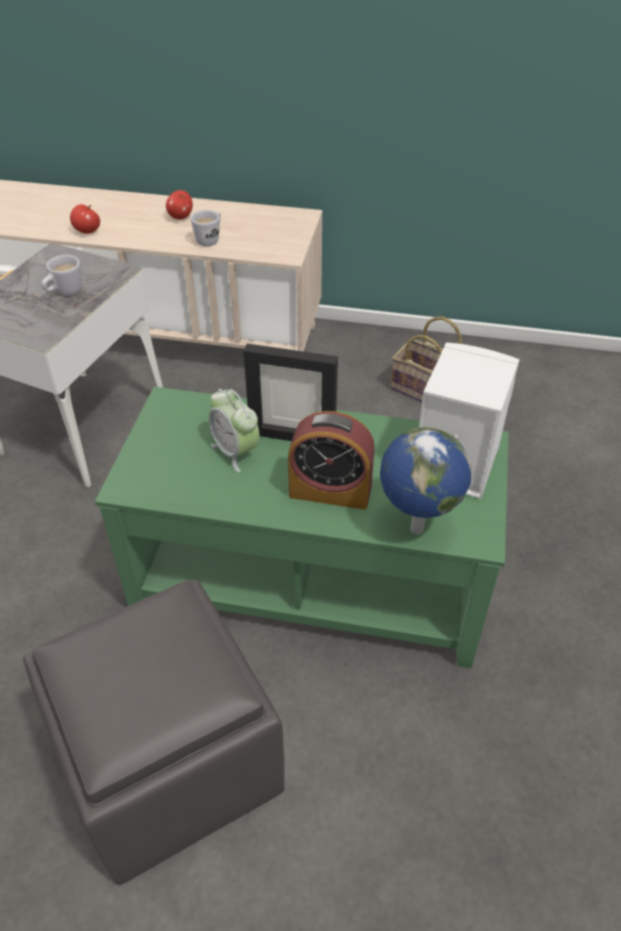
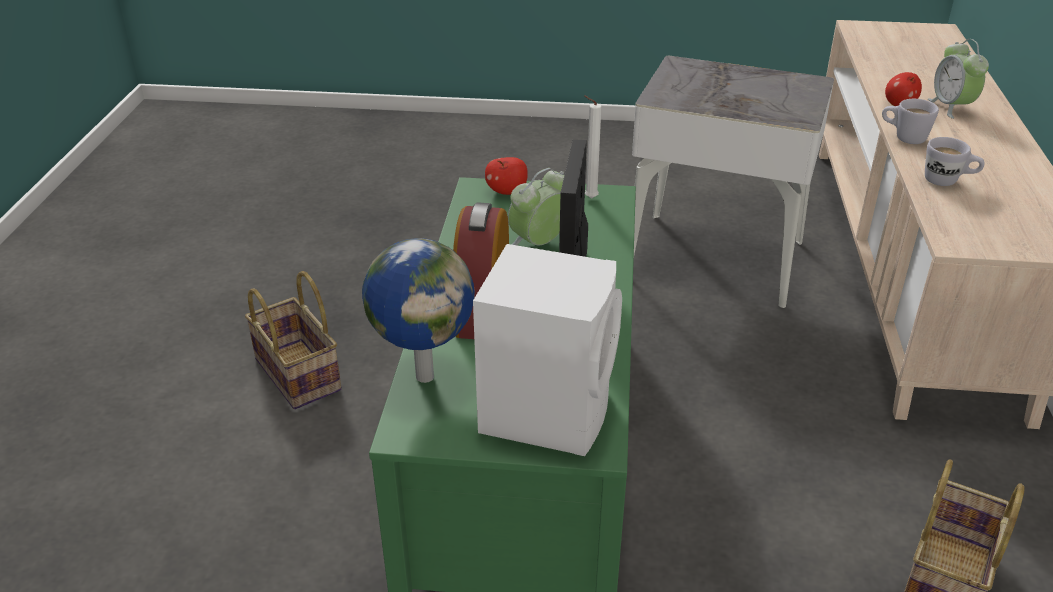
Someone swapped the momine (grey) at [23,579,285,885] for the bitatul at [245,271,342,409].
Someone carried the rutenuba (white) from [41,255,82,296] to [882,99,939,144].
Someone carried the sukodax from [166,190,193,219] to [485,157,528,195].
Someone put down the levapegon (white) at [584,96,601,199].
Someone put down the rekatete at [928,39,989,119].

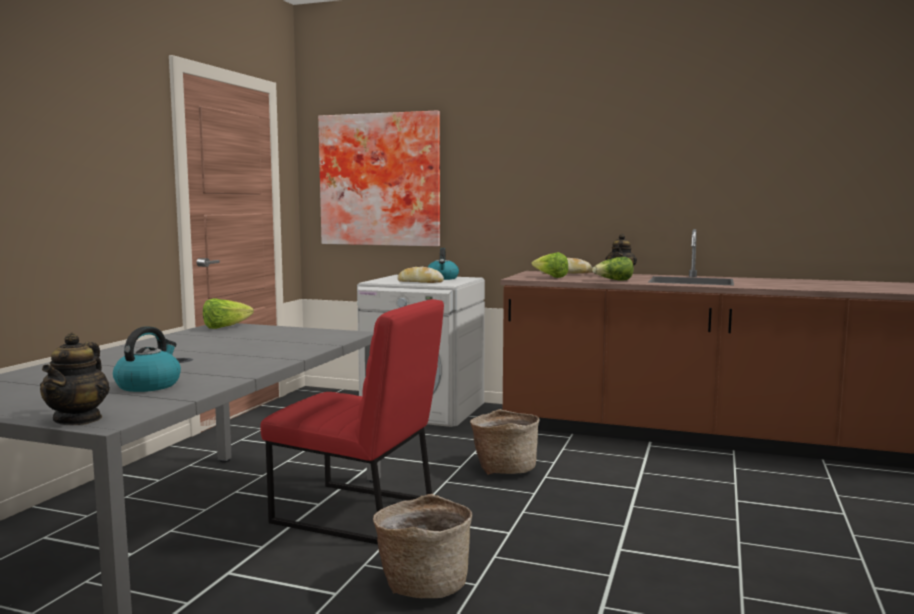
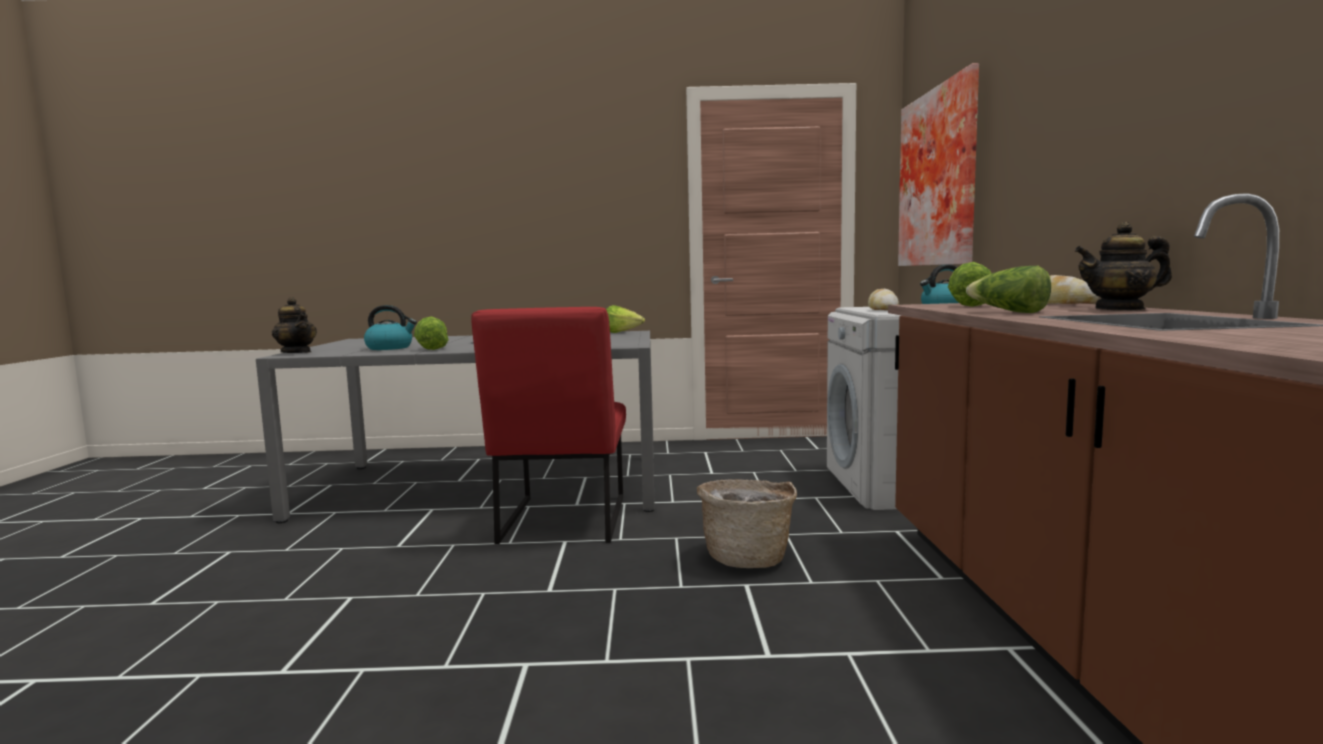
Someone rotated the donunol at [40,332,110,425] by 120 degrees counterclockwise.
Someone took away the bitatul at [373,494,472,598].
Someone put down the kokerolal at [414,316,449,350].

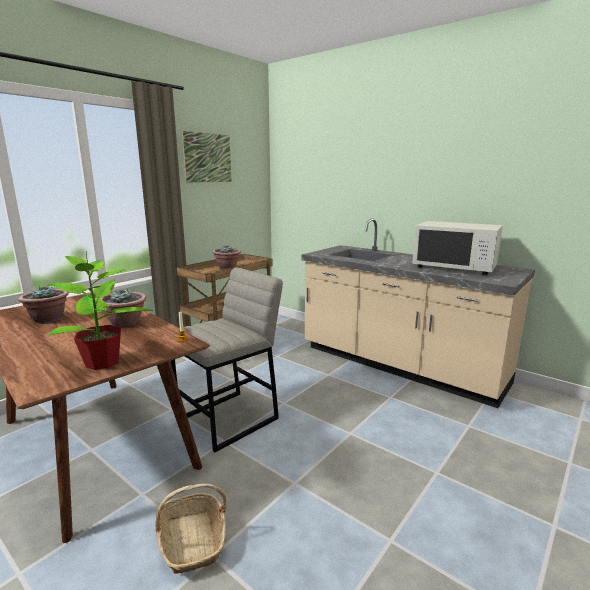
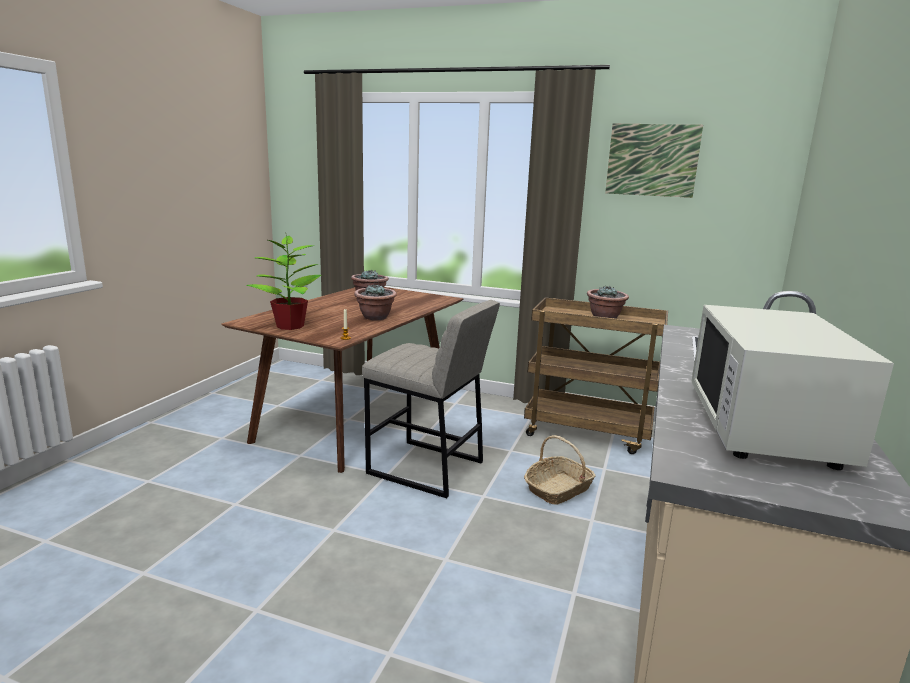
Someone carried the bitatul from [155,484,227,574] to [524,435,596,505].

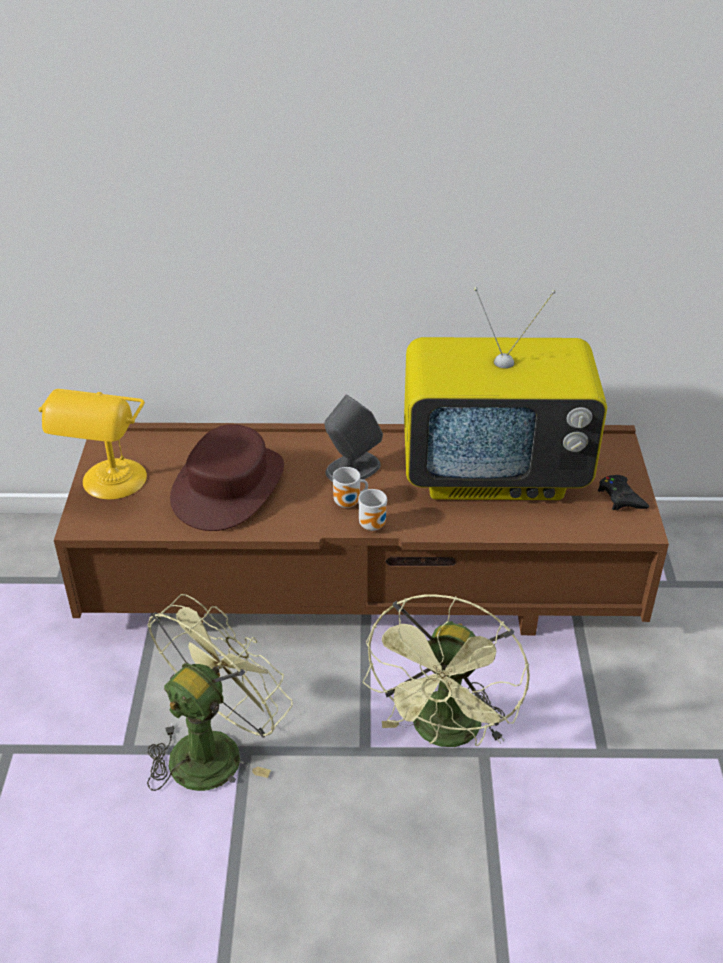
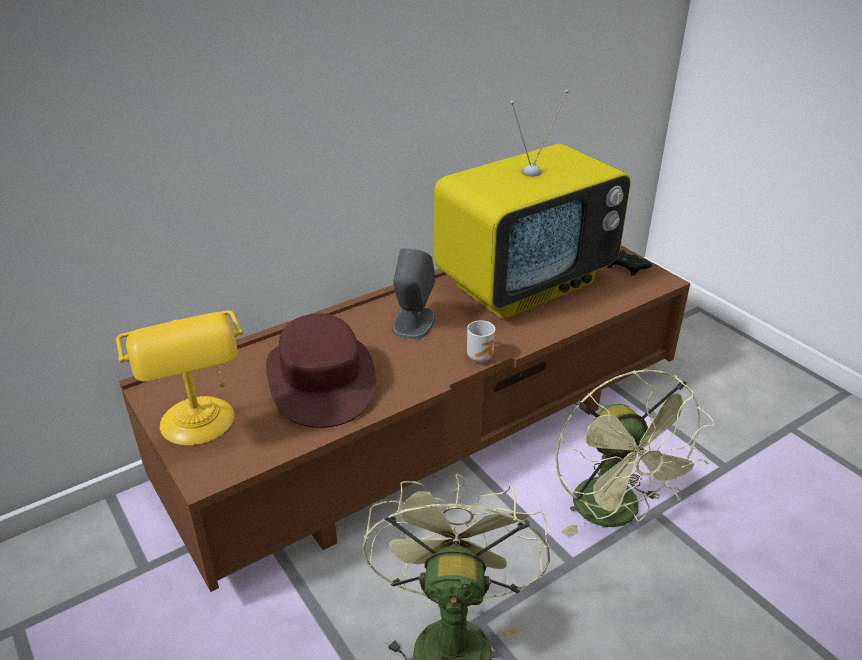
Someone took away the rutenuba at [333,467,368,508].

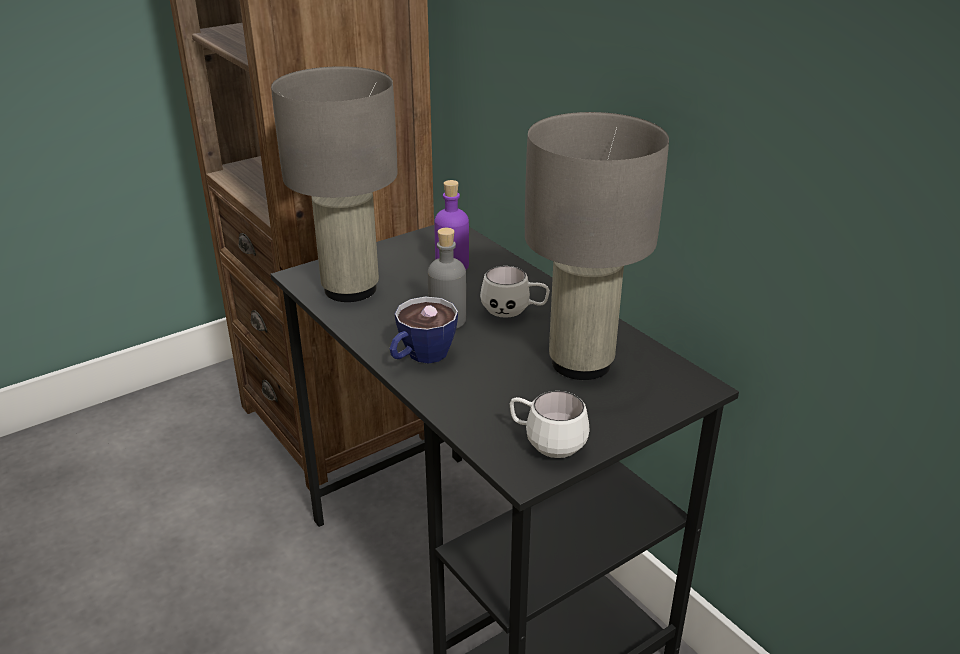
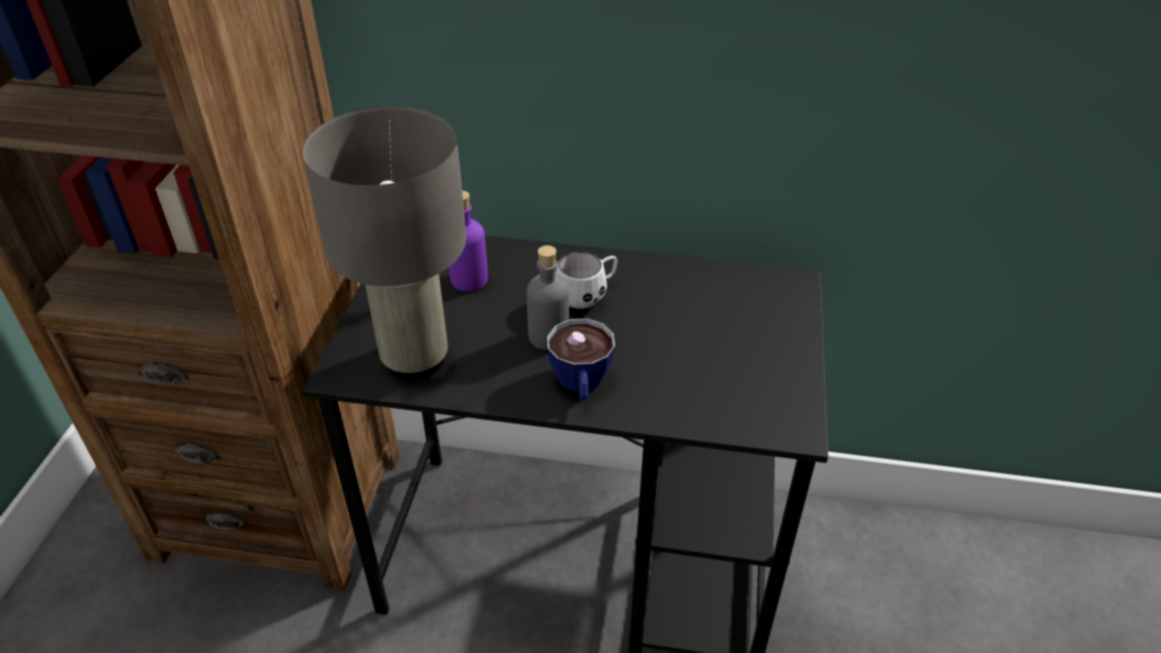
Someone took away the rutenuba (white) at [509,391,590,458].
Someone took away the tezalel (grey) at [525,112,669,380].

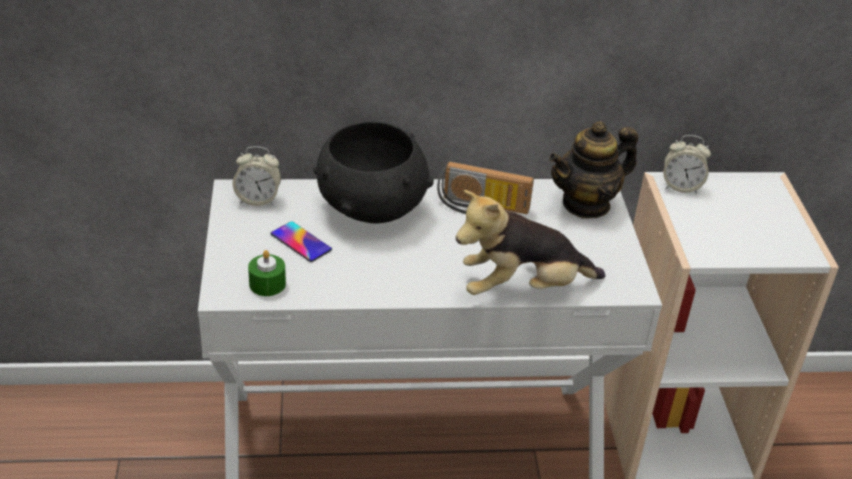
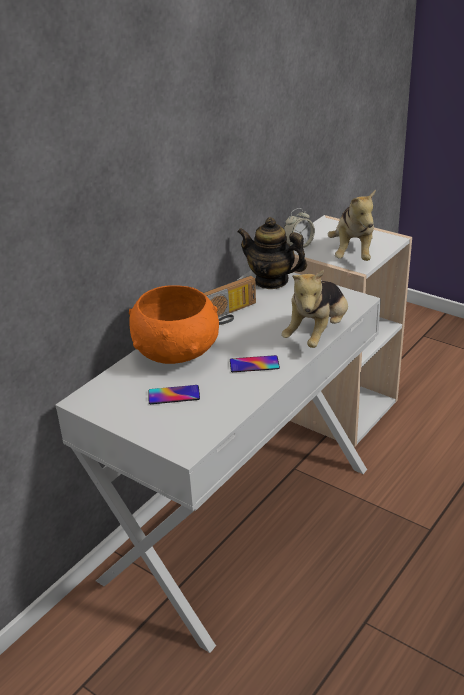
Someone took away the rekatete at [232,146,281,206].
Someone took away the levapegon (green) at [248,250,286,296].
Someone repainted the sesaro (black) at [313,121,434,224], which became the sesaro (orange) at [129,285,219,364].
Someone rotated the donunol at [549,121,638,219] by 105 degrees clockwise.
Someone put down the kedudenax at [230,355,280,372].
Someone put down the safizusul at [328,189,376,261].

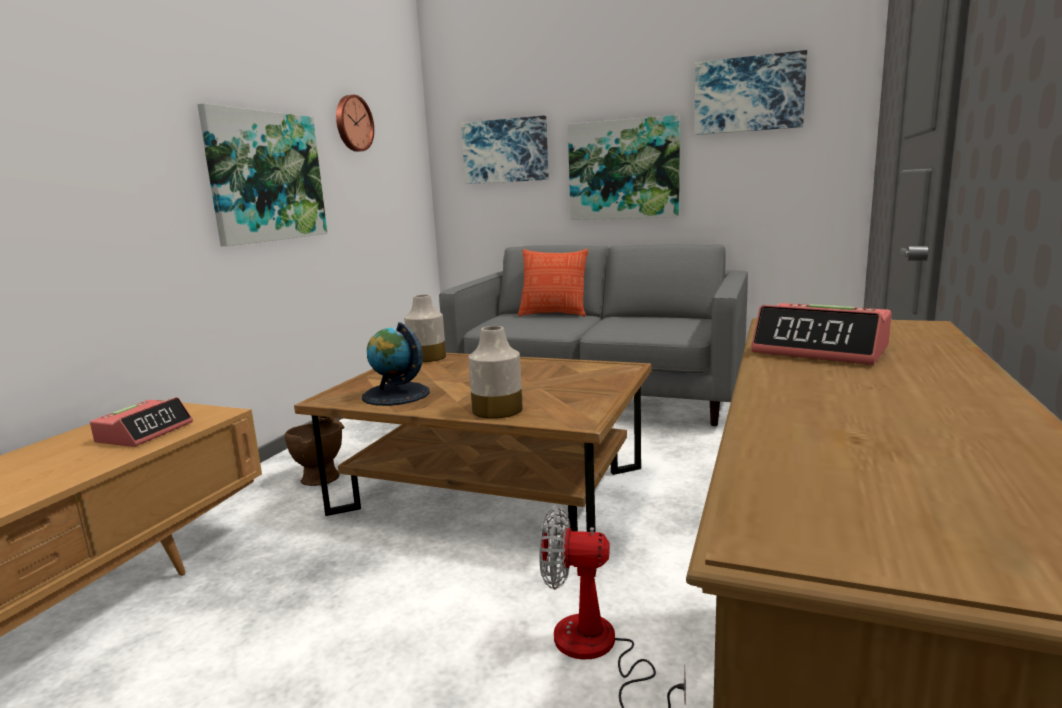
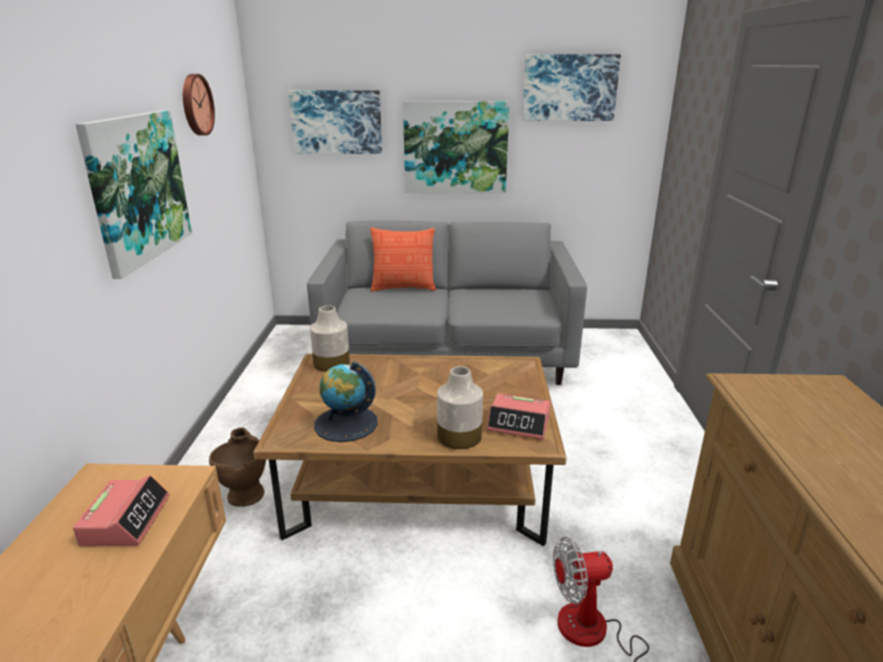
Someone carried the rekatete from [751,303,892,365] to [487,393,550,440].

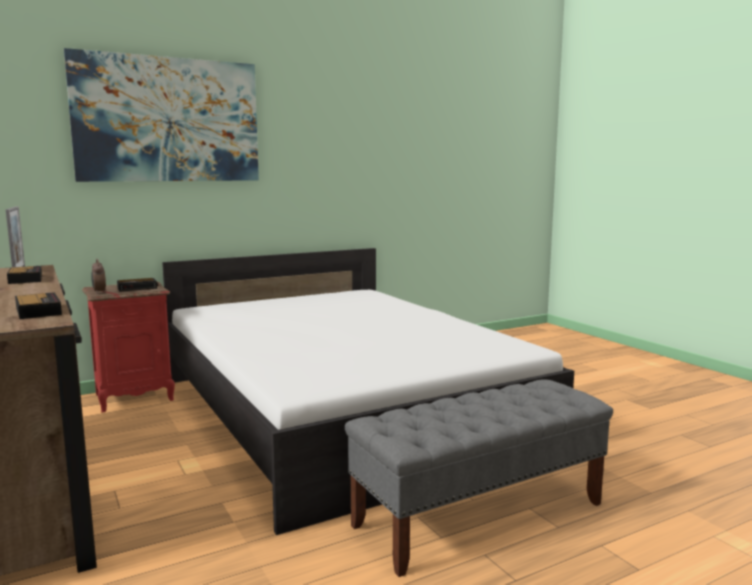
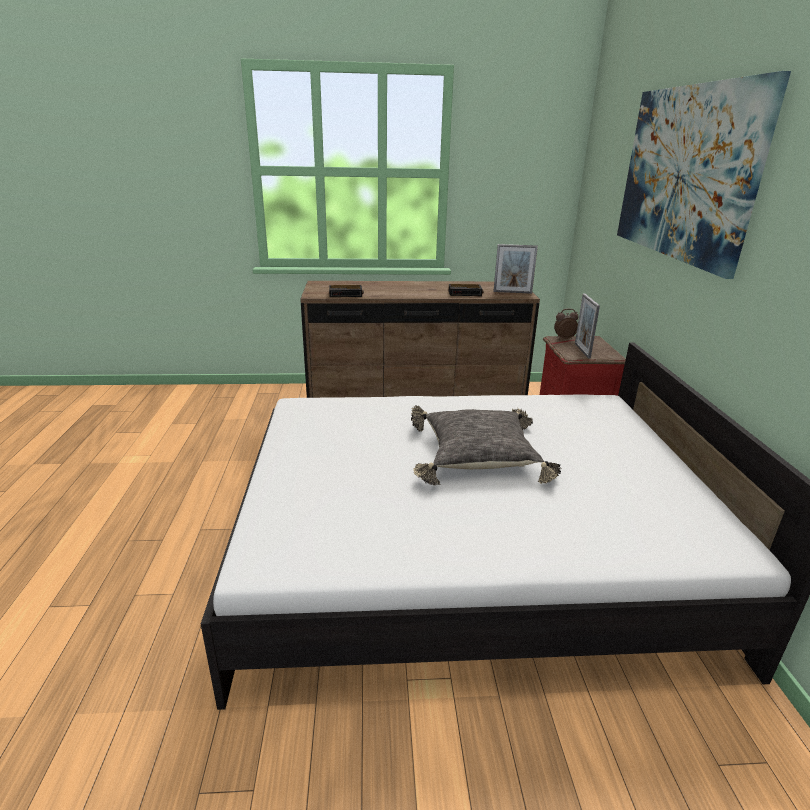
Someone swapped the rekatete at [117,278,158,292] for the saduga at [575,294,600,359].
Someone took away the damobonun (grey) at [345,379,613,577].
Someone put down the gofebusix at [411,405,561,485].

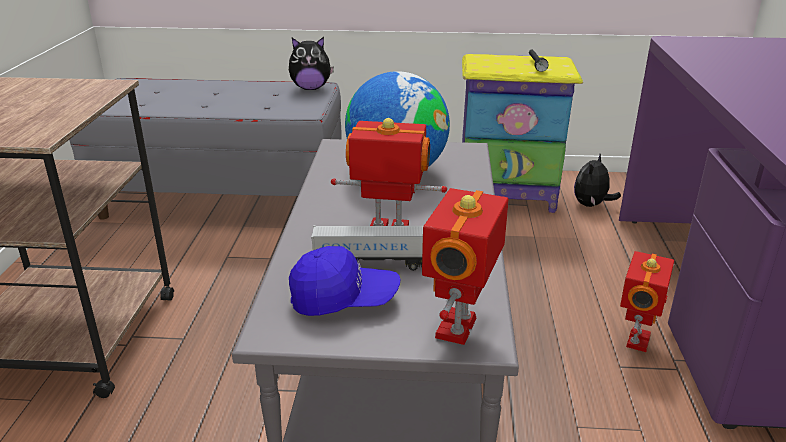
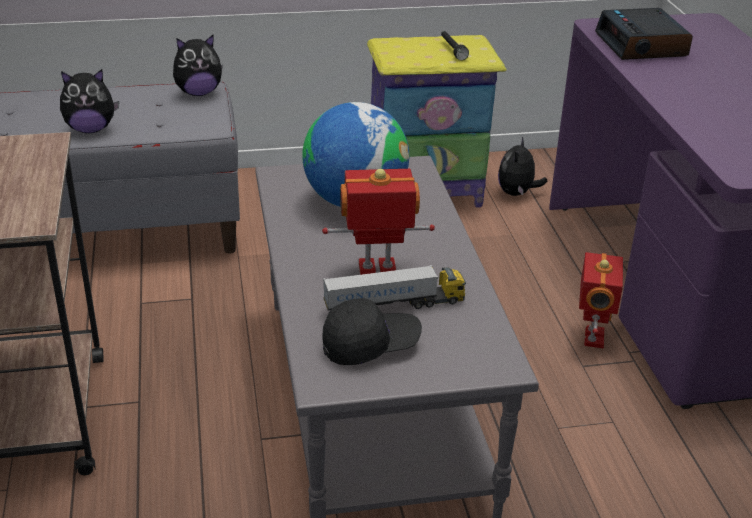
Someone repainted the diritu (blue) at [289,246,400,316], which became the diritu (black) at [322,298,422,365].
Someone took away the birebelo at [422,188,509,345].
Someone put down the safizusul at [60,69,119,133].
Someone put down the rekatete at [595,8,693,60].

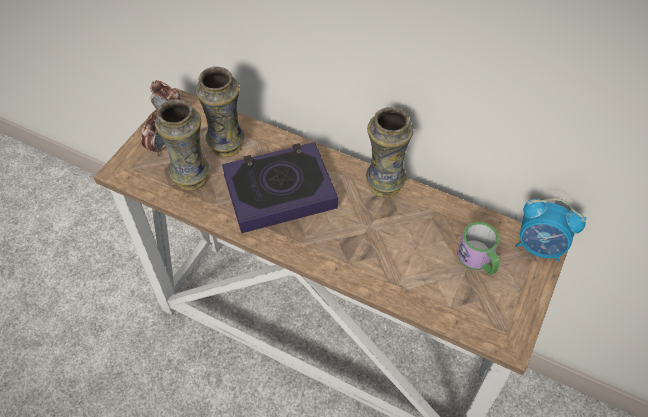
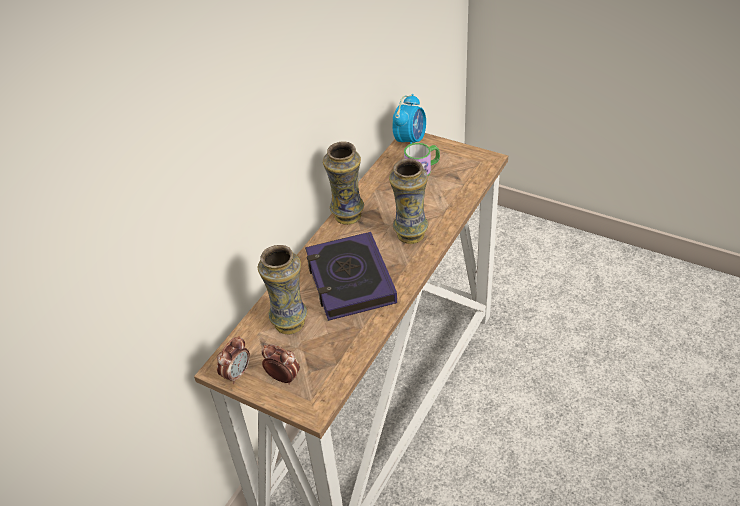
Someone carried the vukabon from [155,99,209,190] to [389,159,428,244].

